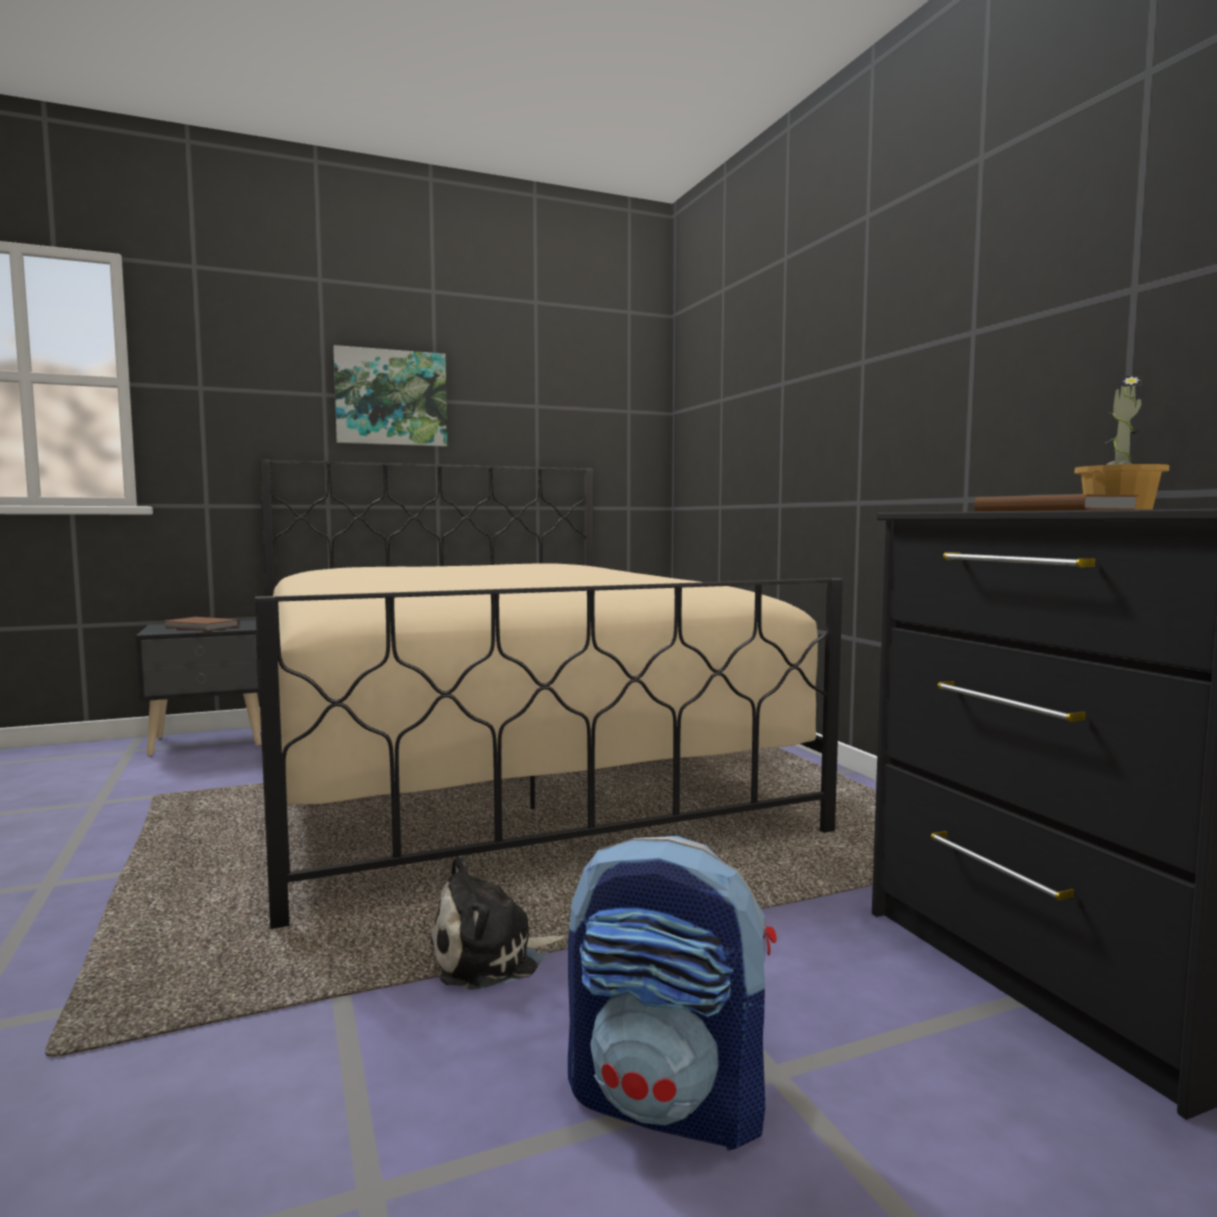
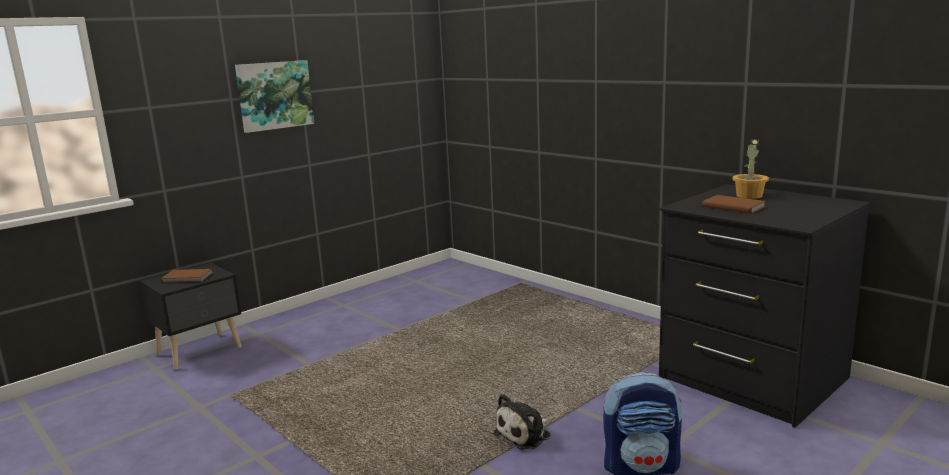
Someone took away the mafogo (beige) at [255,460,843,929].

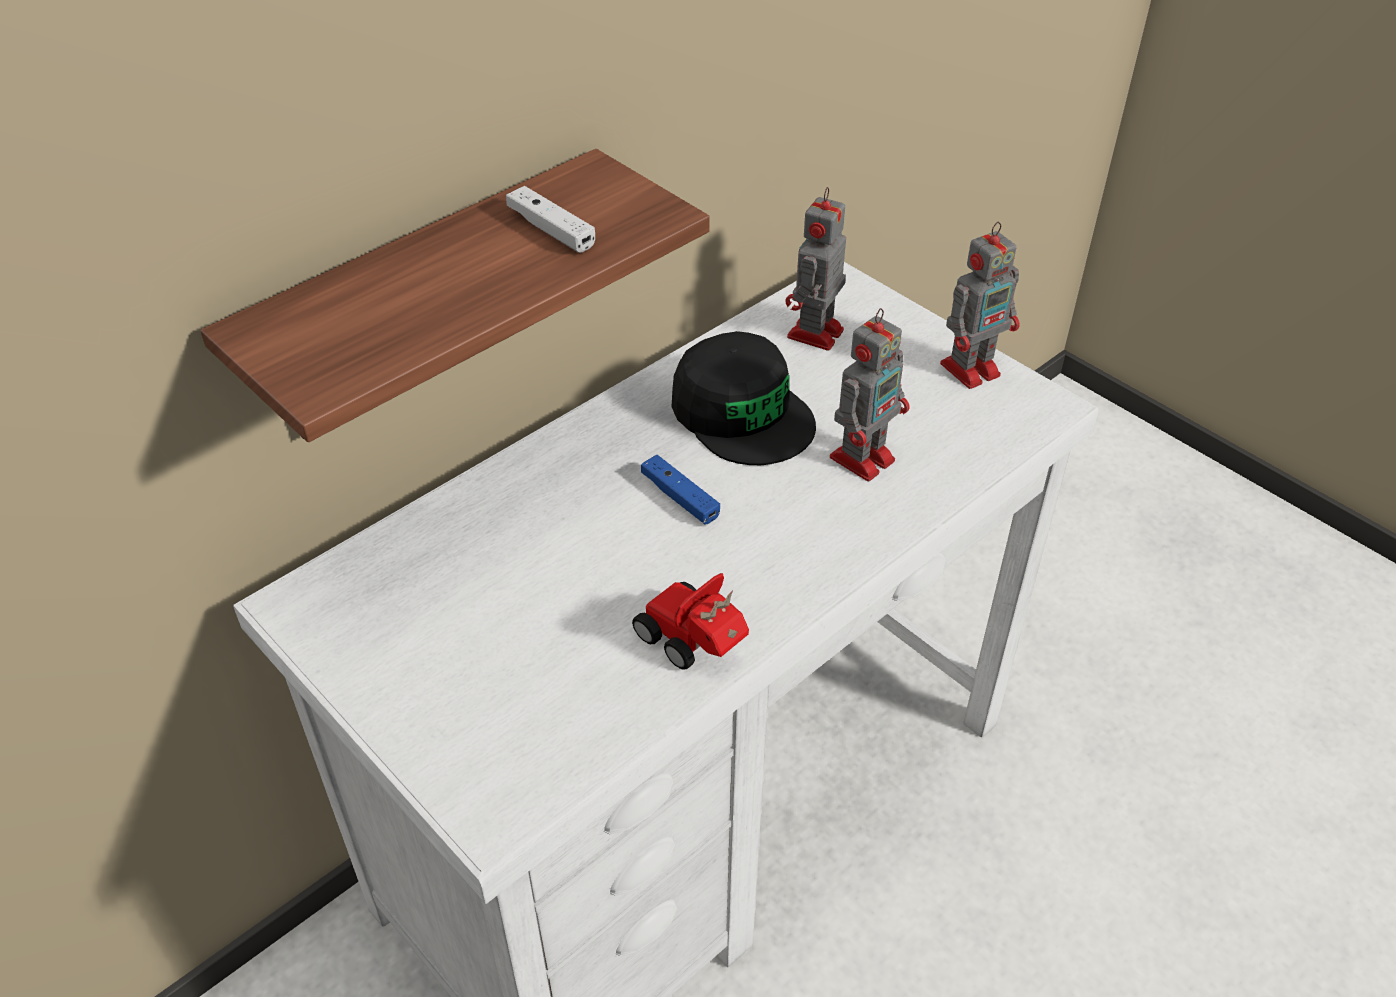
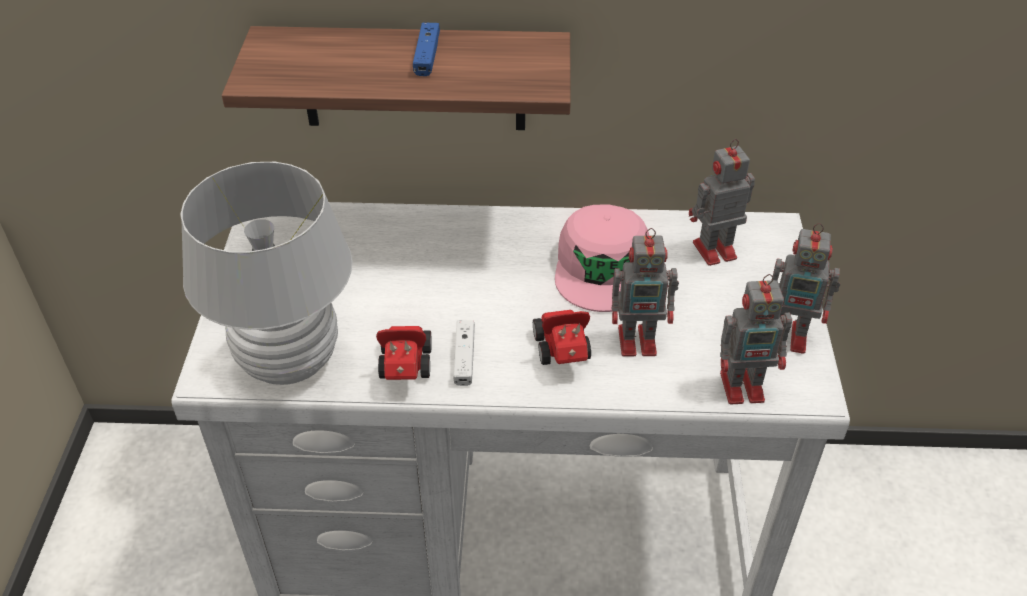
Someone carried the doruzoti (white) from [506,186,595,253] to [454,320,475,386].
Someone carried the doruzoti (blue) from [641,455,720,525] to [413,22,440,76].
Someone repainted the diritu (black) at [672,331,816,465], which became the diritu (pink) at [555,204,649,312].
Someone put down the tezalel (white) at [180,162,353,385].
Someone put down the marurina at [533,310,591,365].
Someone put down the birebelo at [720,274,792,404].

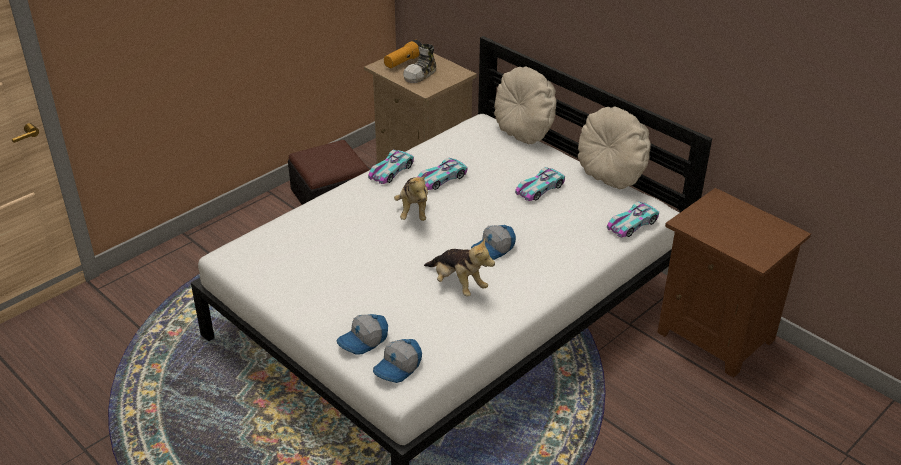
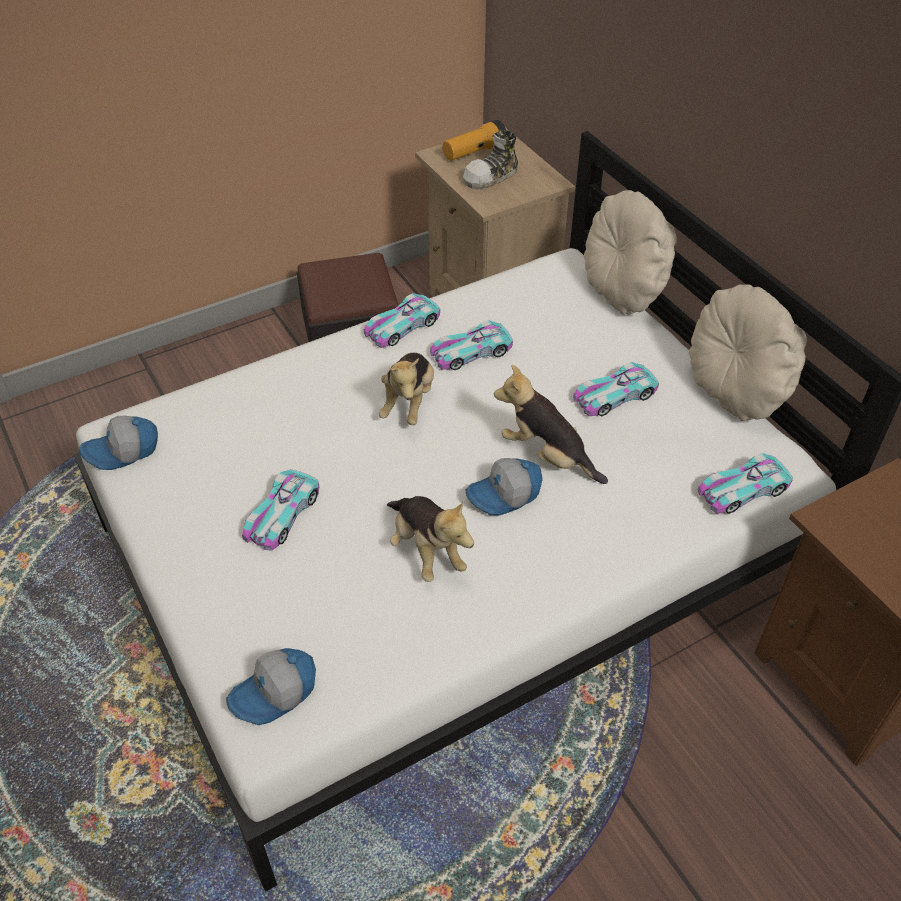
Someone carried the diritu from [336,314,388,355] to [79,416,158,470].
Someone put down the marurina at [242,469,319,551].
Someone put down the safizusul at [494,365,608,484].

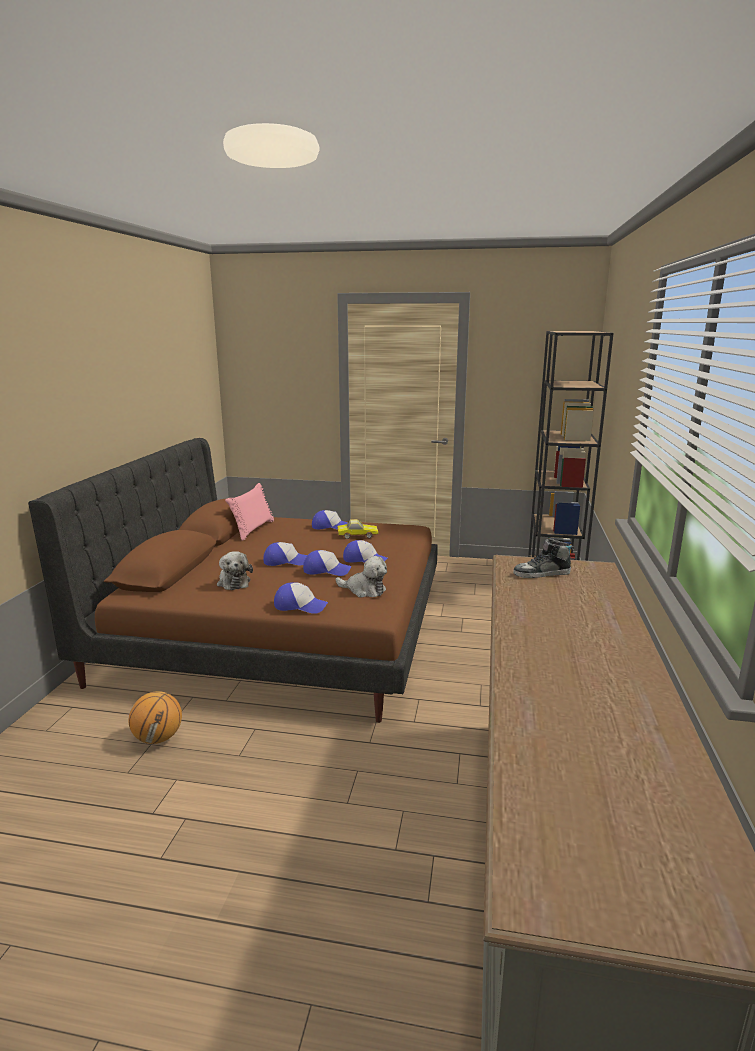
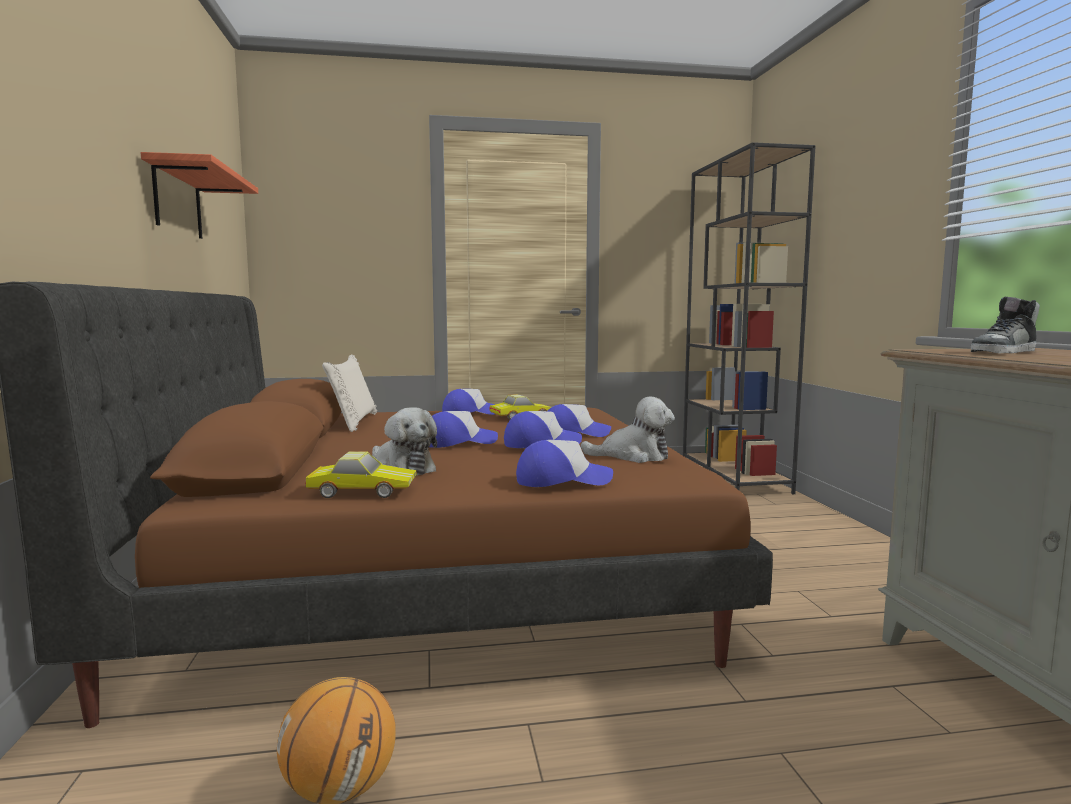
Someone repainted the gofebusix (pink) at [225,483,274,541], which became the gofebusix (white) at [322,355,377,432].
Someone put up the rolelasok at [141,152,258,239].
Someone put down the marurina at [305,451,416,498].

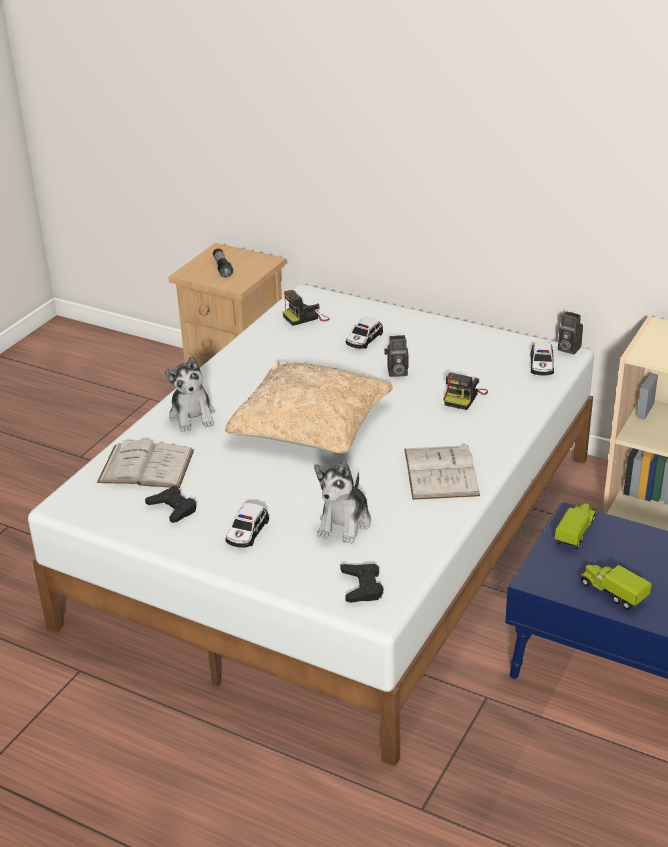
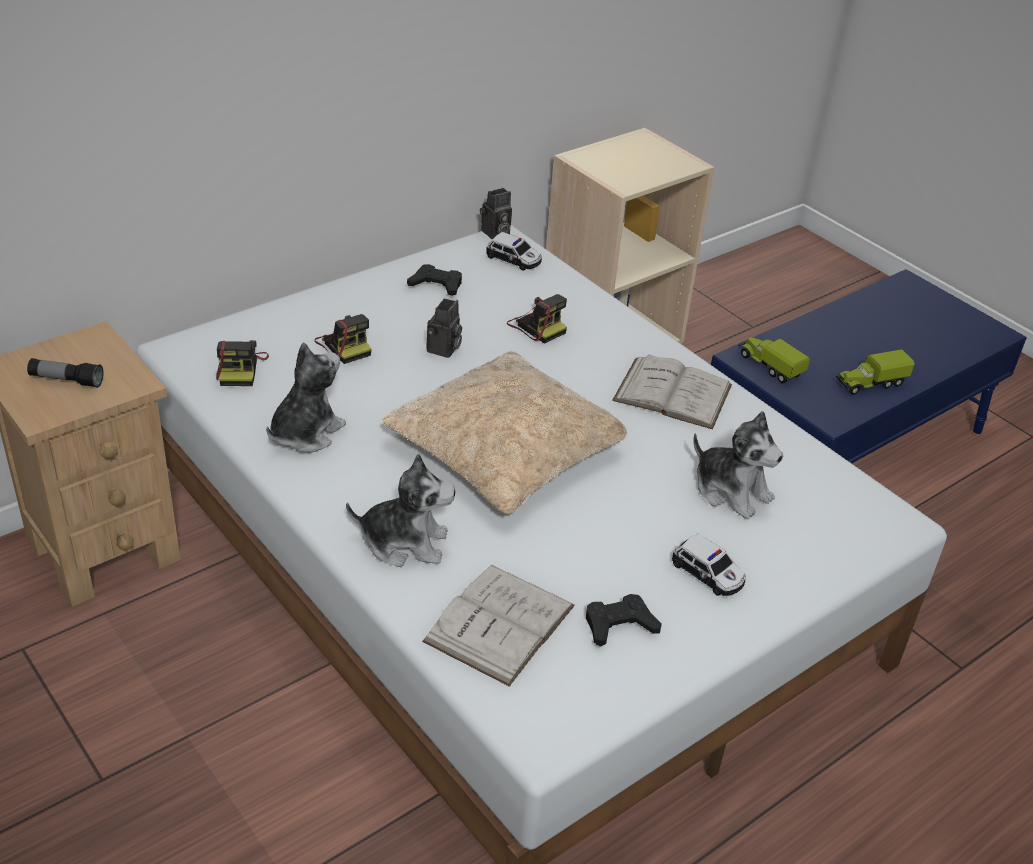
Someone carried the doruzoti (black) from [340,564,383,603] to [407,264,462,296].
Someone swapped the marurina at [346,317,383,349] for the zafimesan at [315,314,371,364].
Someone put down the safizusul at [266,342,346,453].

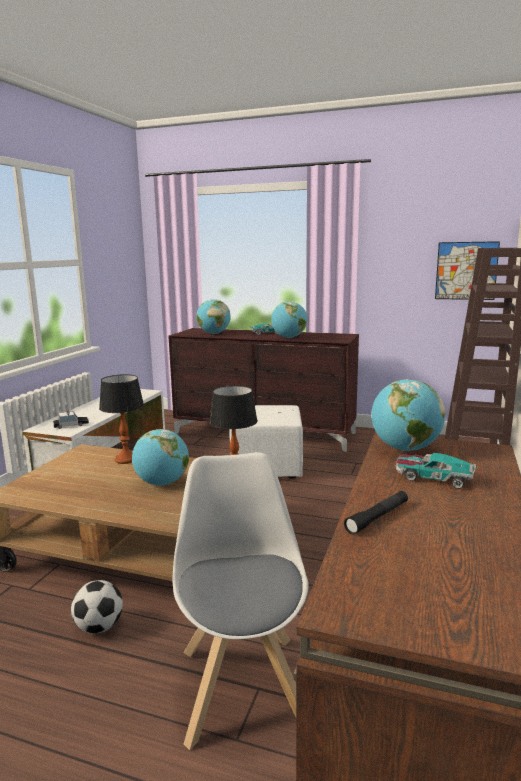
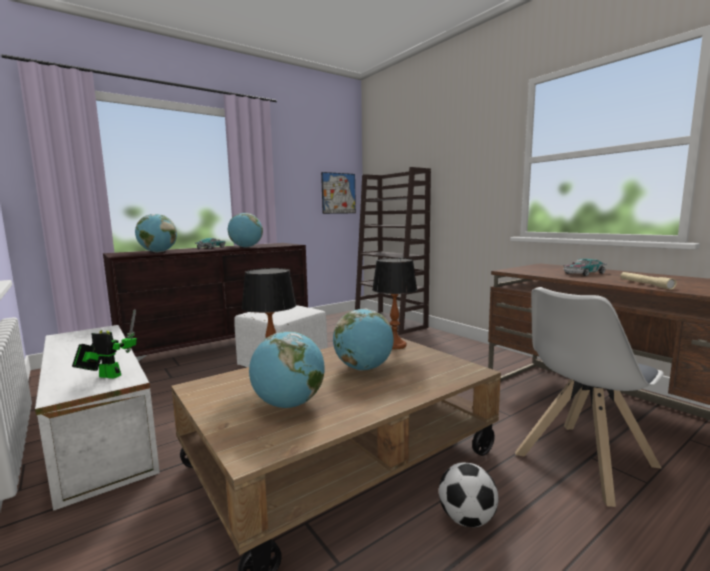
Someone swapped the marurina at [53,411,89,429] for the birebelo at [72,309,137,379].
Someone rotated the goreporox at [173,452,308,750] by 60 degrees counterclockwise.
Someone repainted the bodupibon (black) at [344,491,408,535], which became the bodupibon (beige) at [620,272,677,290].
Someone carried the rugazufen from [371,379,445,451] to [249,331,325,408].

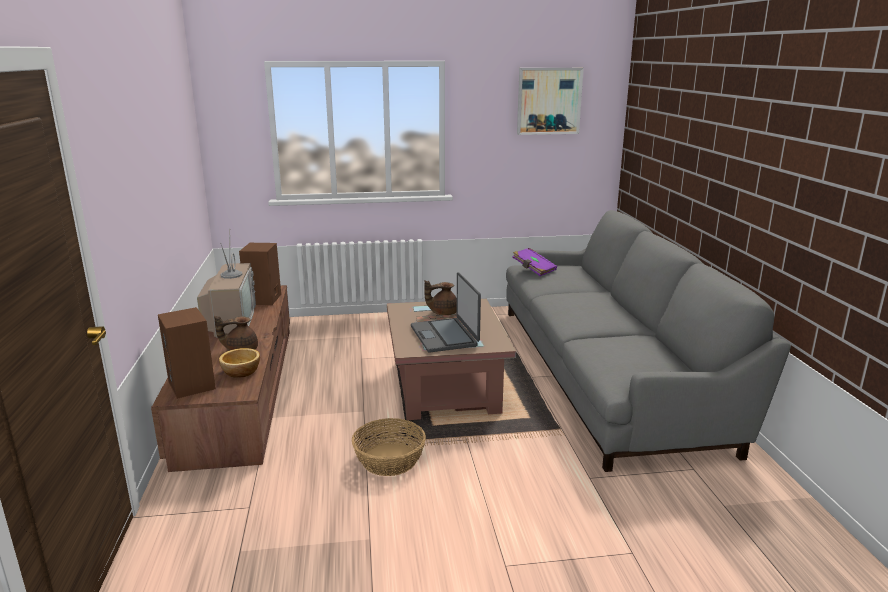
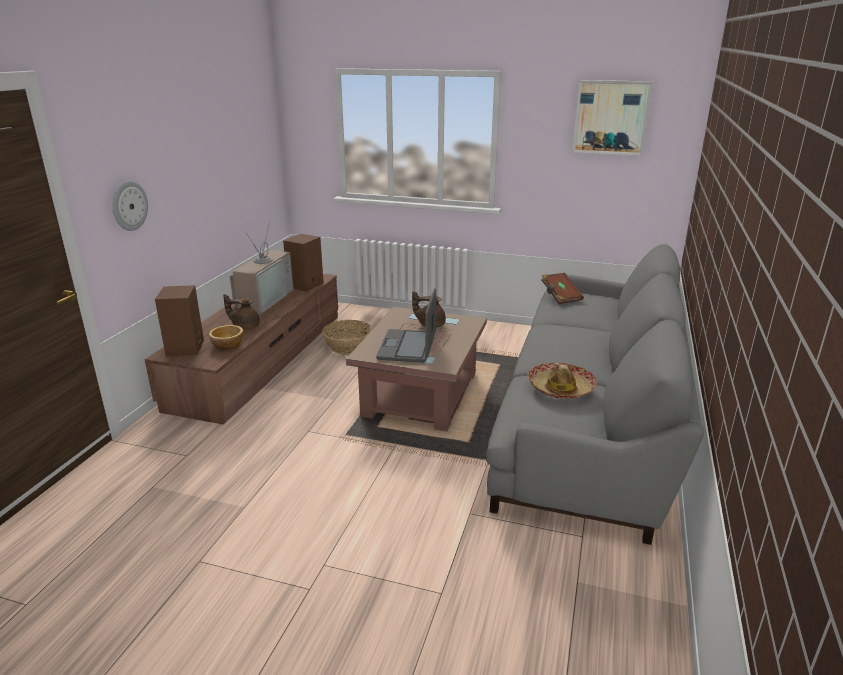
Someone carried the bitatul from [352,418,426,476] to [322,320,372,354].
Someone repainted the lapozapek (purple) at [512,248,557,276], which became the lapozapek (brown) at [541,273,584,304].
Someone put up the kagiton at [113,181,148,231].
Someone put down the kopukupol at [527,363,597,399].

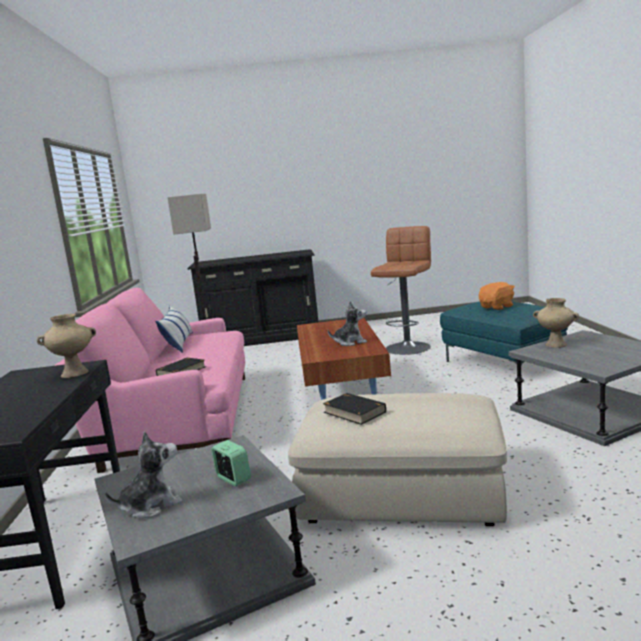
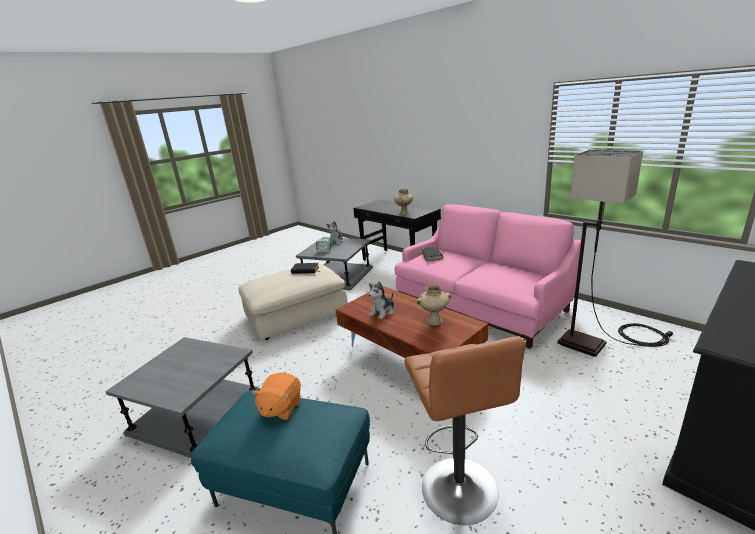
Someone took away the gofebusix at [155,306,193,352].
Someone carried the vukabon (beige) from [533,298,579,348] to [416,284,451,326].

